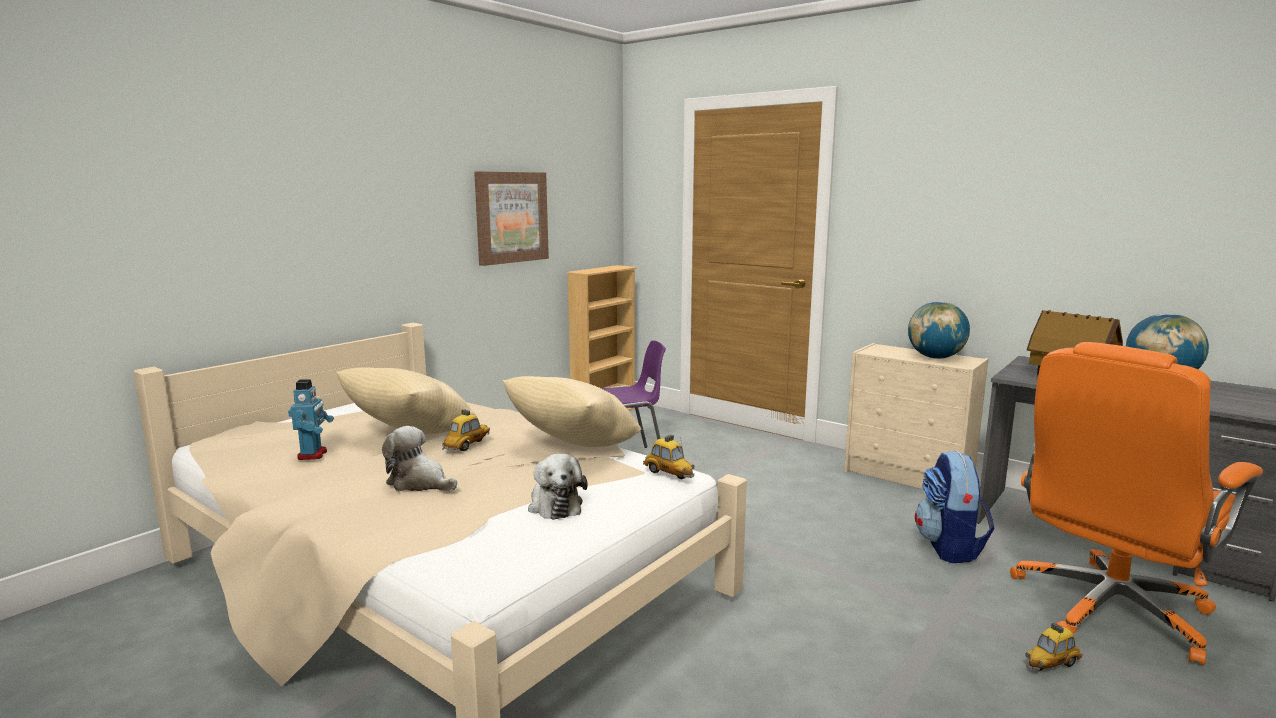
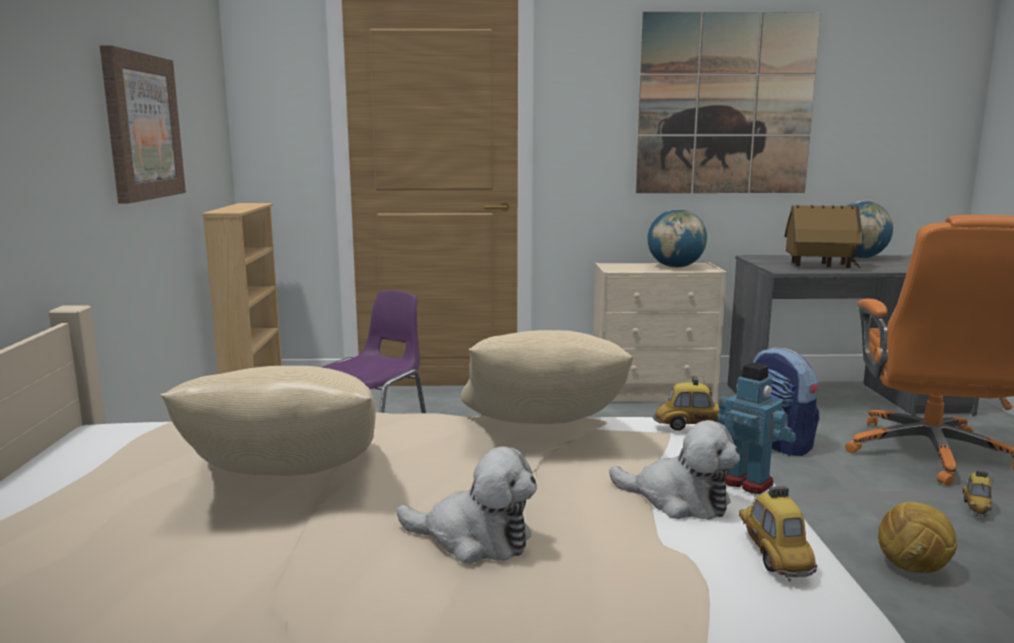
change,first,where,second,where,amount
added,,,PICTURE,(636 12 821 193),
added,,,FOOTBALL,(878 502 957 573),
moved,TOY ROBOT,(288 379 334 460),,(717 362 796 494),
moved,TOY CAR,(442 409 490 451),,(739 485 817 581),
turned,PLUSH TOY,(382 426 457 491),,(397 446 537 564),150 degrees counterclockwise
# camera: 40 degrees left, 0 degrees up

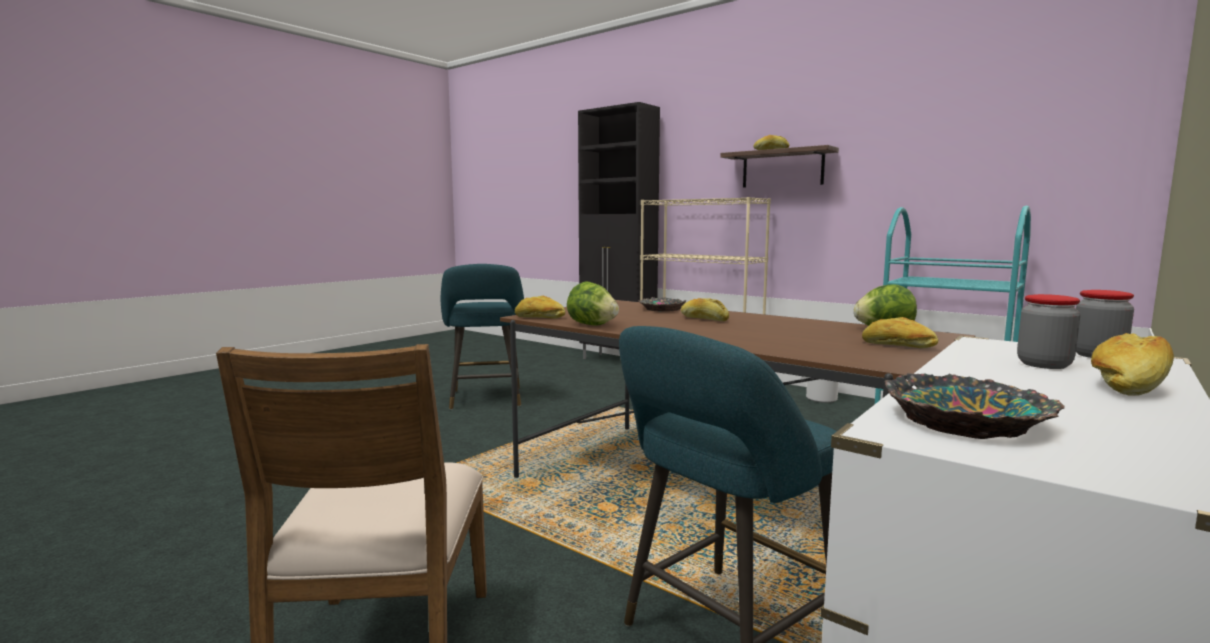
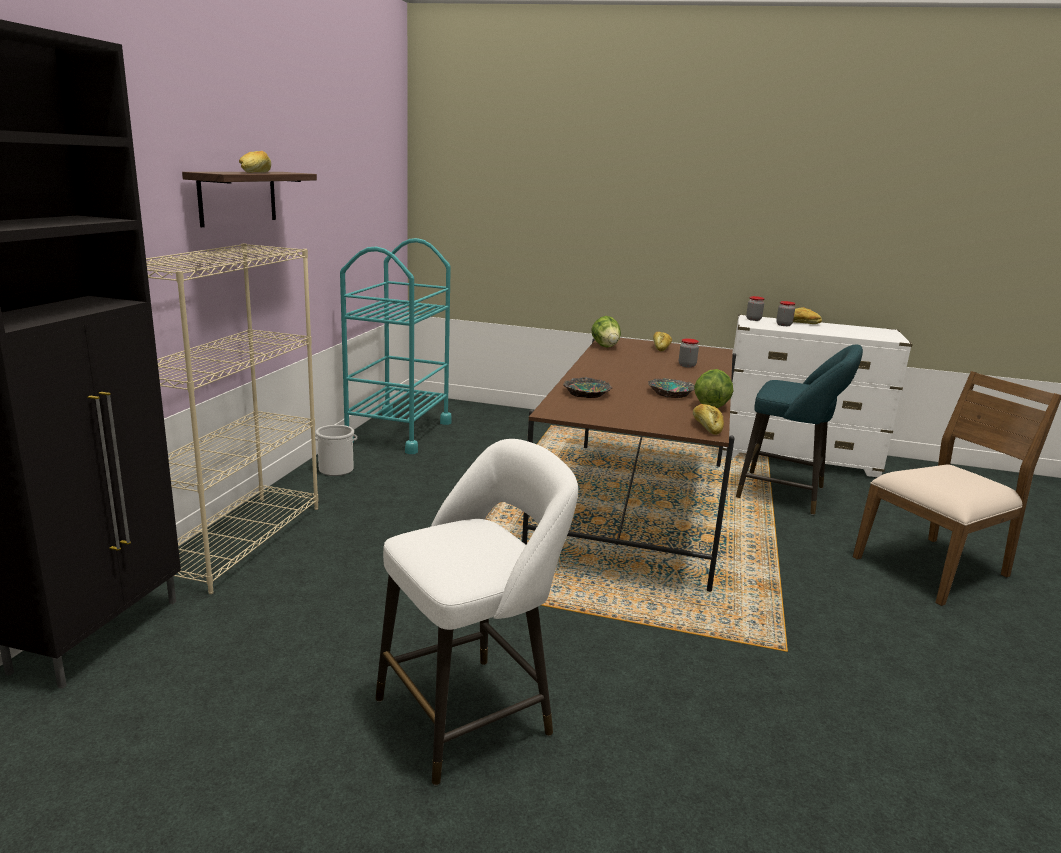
change,first,where,second,where,amount
removed,BREAD,(681 298 729 321),,,
added,,,JAR,(679 339 699 368),
moved,BOWL,(885 373 1065 439),,(648 378 695 398),
recoloured,TURQUOISE STOOL,(441 264 524 410),WHITE STOOL,(375 439 578 786),
# camera: 115 degrees left, 10 degrees up

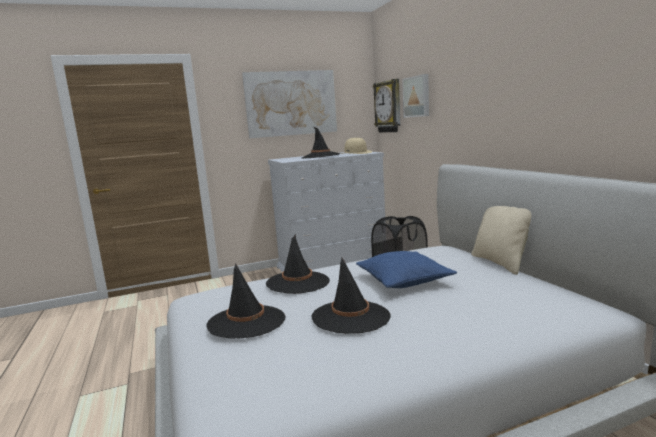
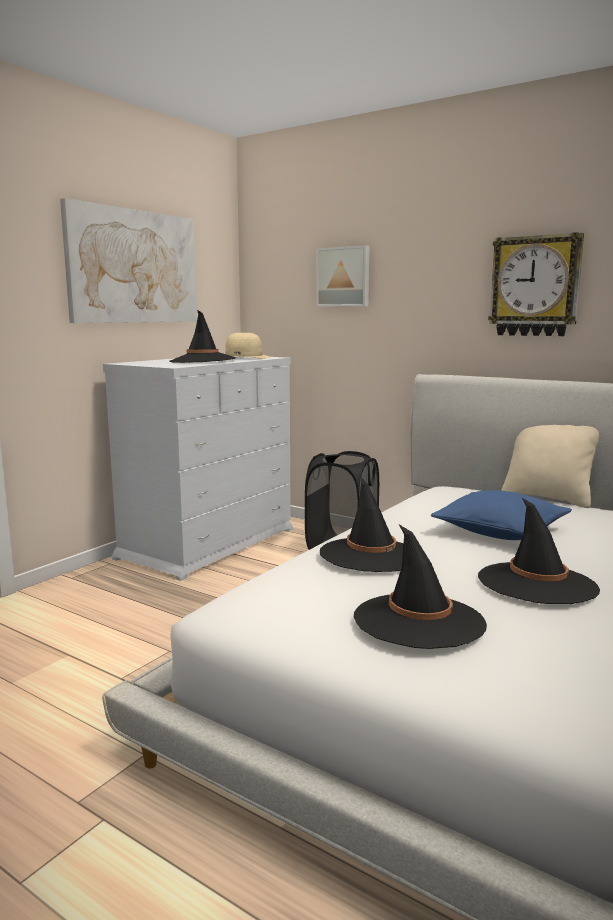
change,first,where,second,where,amount
moved,WALL CLOCK,(373 79 401 132),,(488 232 584 336),
# camera: 35 degrees left, 0 degrees up

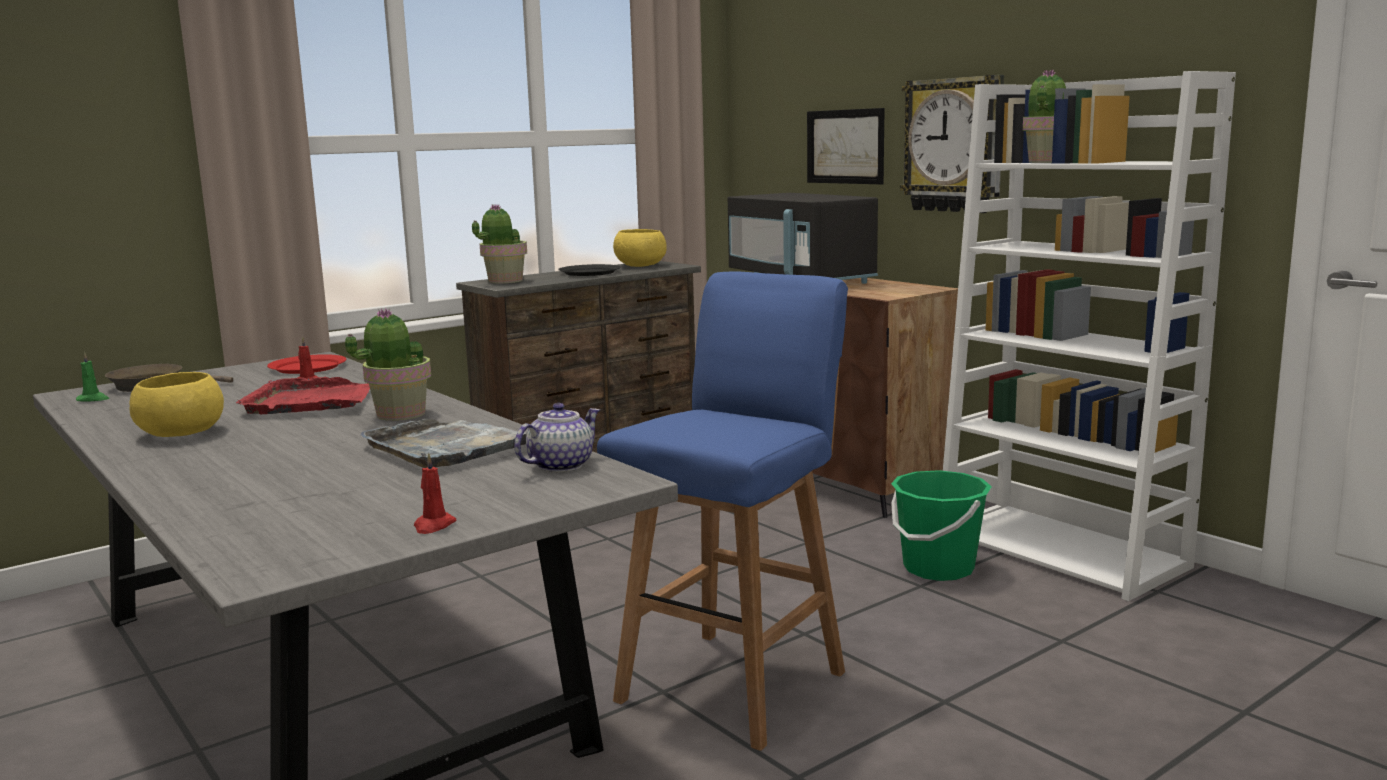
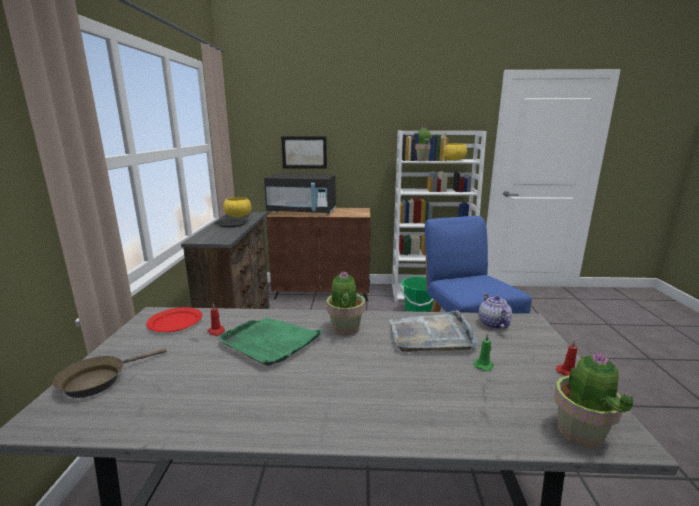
change,first,where,second,where,amount
removed,WALL CLOCK,(900 75 1004 213),,,
moved,GREEN CANDLE,(76 352 109 401),,(473 334 494 371),
moved,YELLOW BOWL,(130 372 224 437),,(443 143 467 161),
moved,POTTED PLANT,(472 204 527 284),,(554 352 633 448),
recoloured,RED TRAY,(236 377 370 414),GREEN TRAY,(218 317 325 366),
# camera: 50 degrees left, 5 degrees up

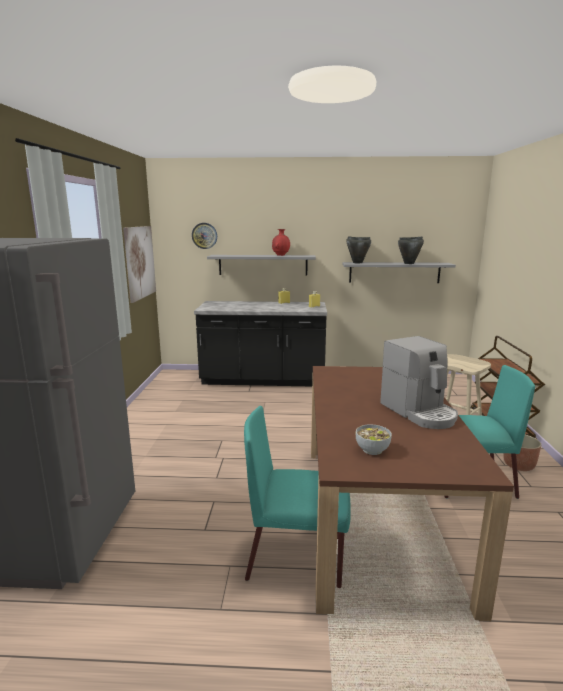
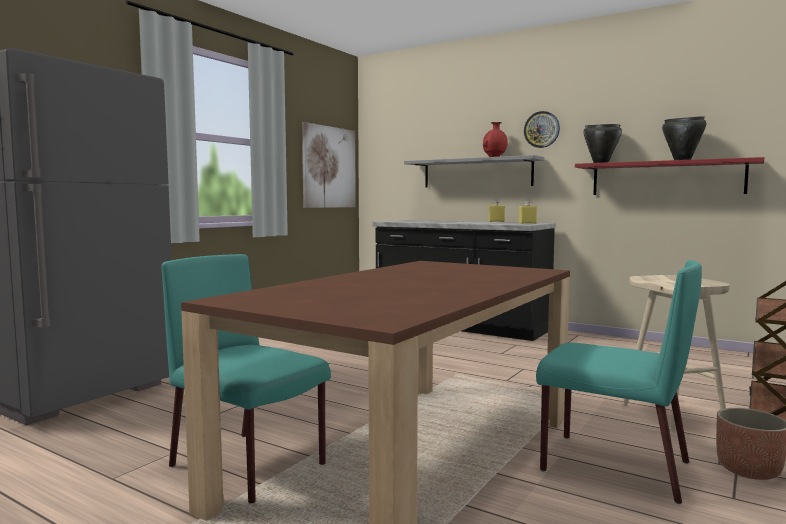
change,first,where,second,where,amount
removed,BOWL,(356 424 392 455),,,
removed,COFFEE MACHINE,(380 336 458 429),,,
moved,WALL CLOCK,(192 223 217 249),,(524 111 560 148),
recoloured,GREY SHELF,(342 262 456 283),RED SHELF,(575 157 764 195),
# camera: 30 degrees right, 10 degrees down

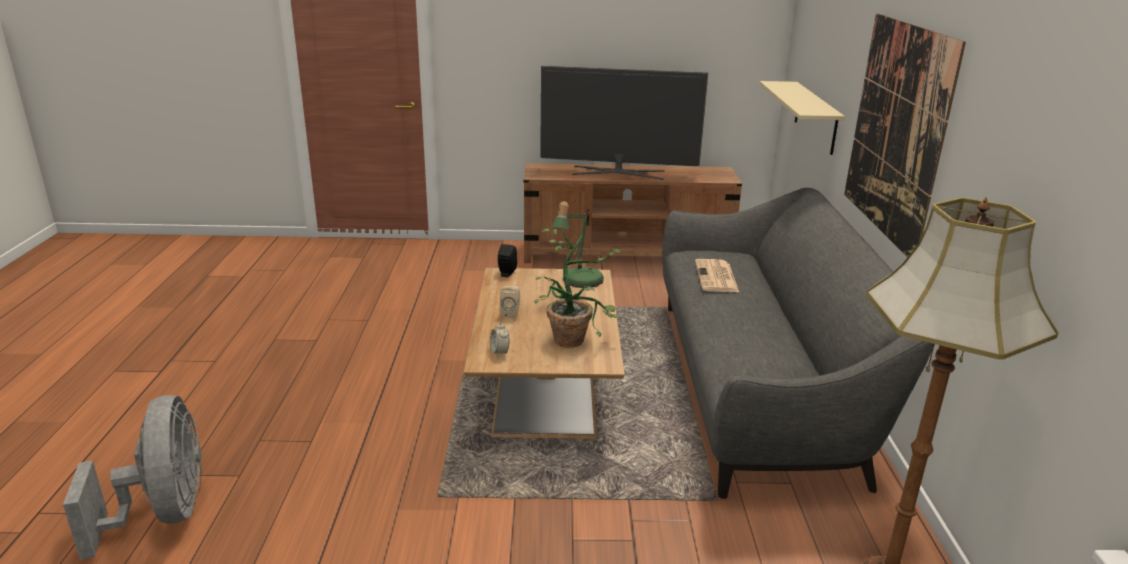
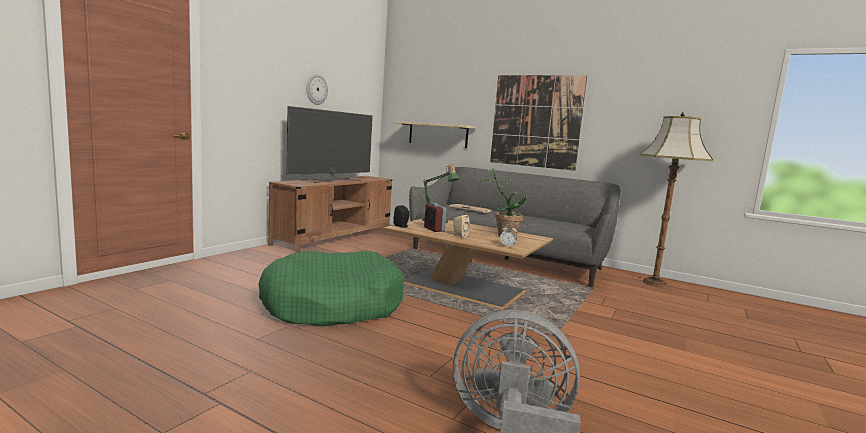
change,first,where,second,where,amount
added,,,GREEN DOG BED,(259 251 404 327),
added,,,WALL CLOCK,(307 74 328 105),
added,,,ALARM CLOCK,(424 203 446 232),
# camera: 60 degrees left, 15 degrees down

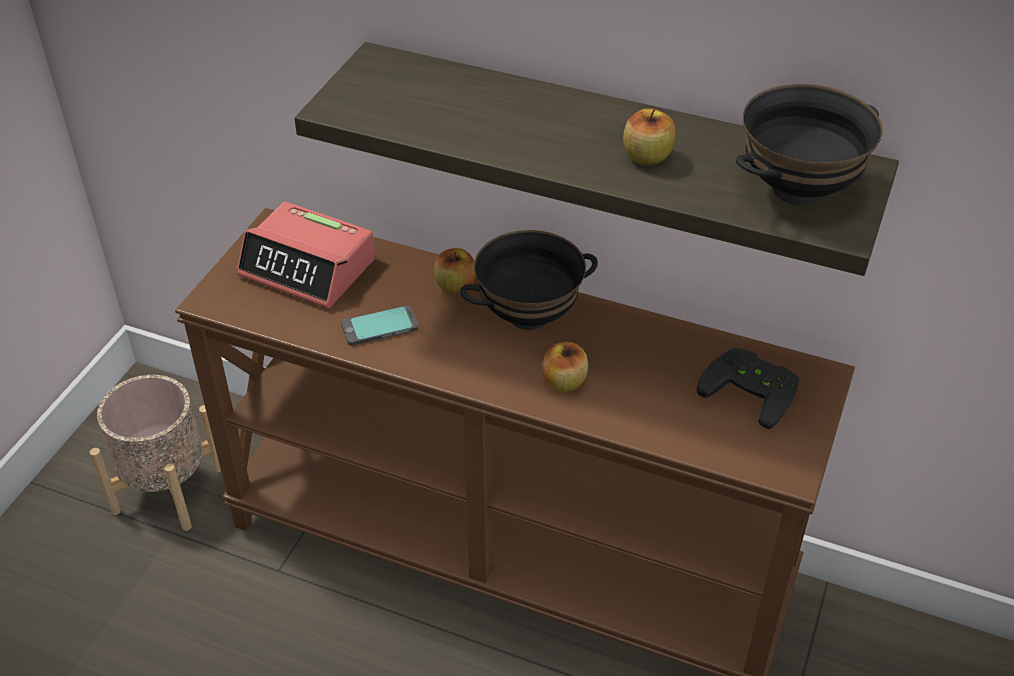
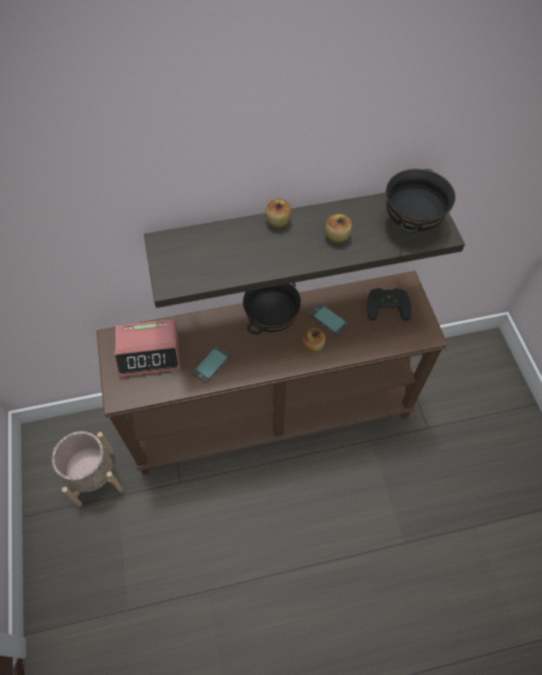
change,first,where,second,where,amount
added,,,PHONE,(310 303 348 335),
moved,APPLE,(434 248 476 294),,(265 199 292 228),
# camera: 35 degrees left, 15 degrees up

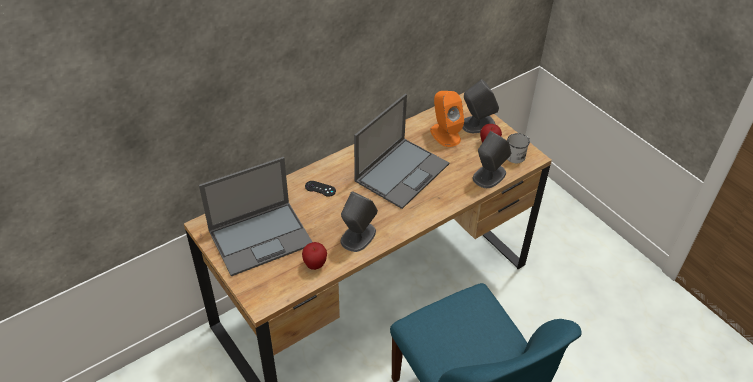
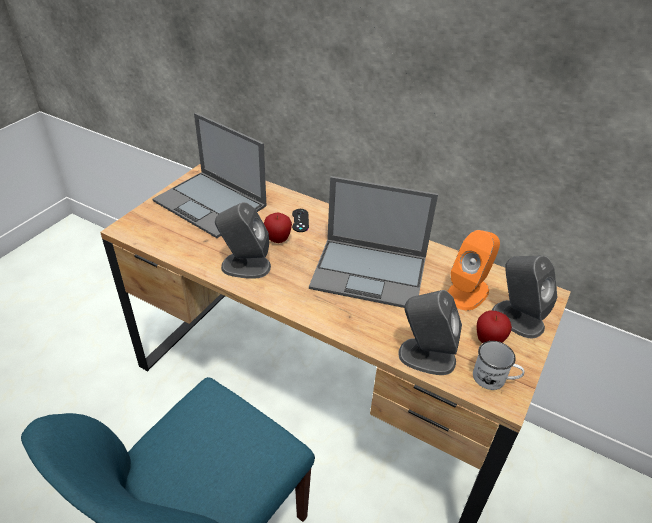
change,first,where,second,where,amount
moved,APPLE,(302 242 327 270),,(264 213 292 243),
# camera: 65 degrees right, 5 degrees down

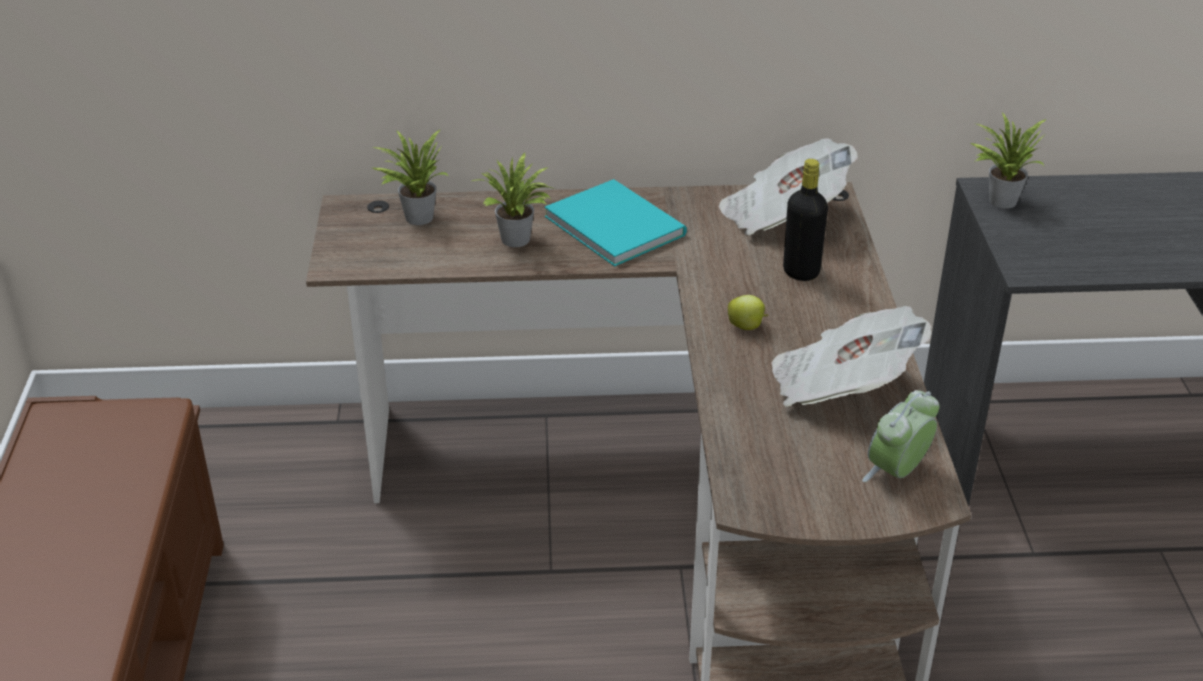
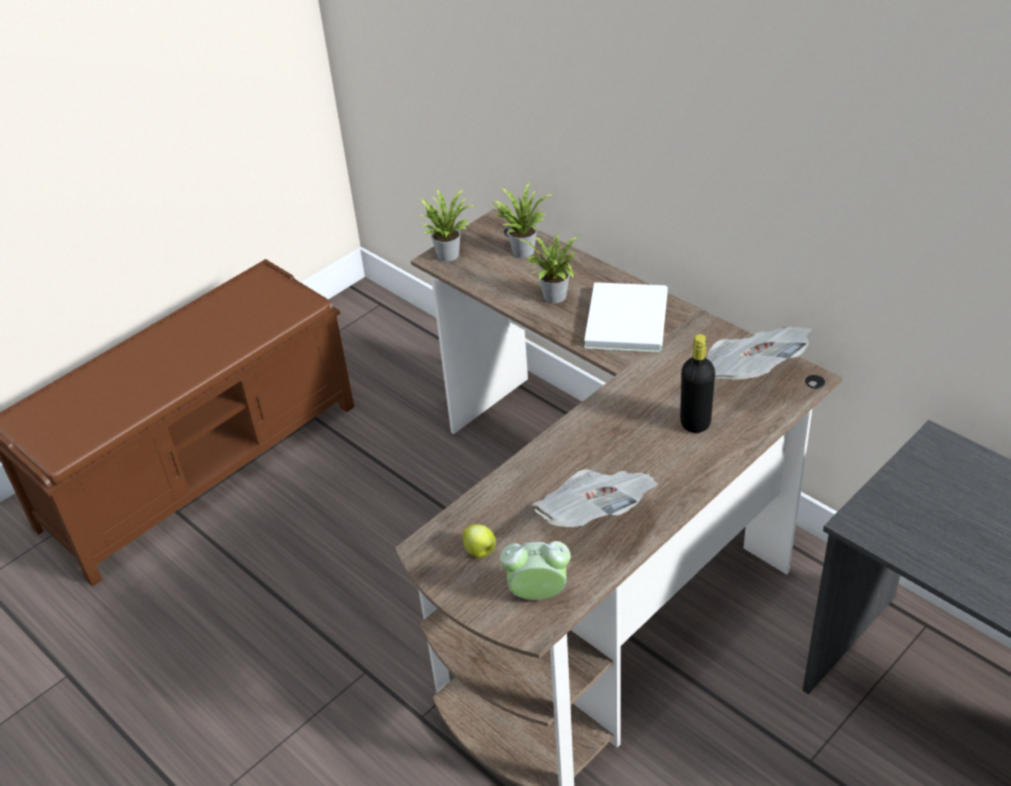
change,first,where,second,where,amount
moved,APPLE,(728 295 768 330),,(462 524 496 558),
moved,POTTED PLANT,(971 112 1046 209),,(417 189 476 262),
recoloured,TURQUOISE BOOK,(545 179 687 267),WHITE BOOK,(584 282 668 352),
# camera: 50 degrees right, 5 degrees up

